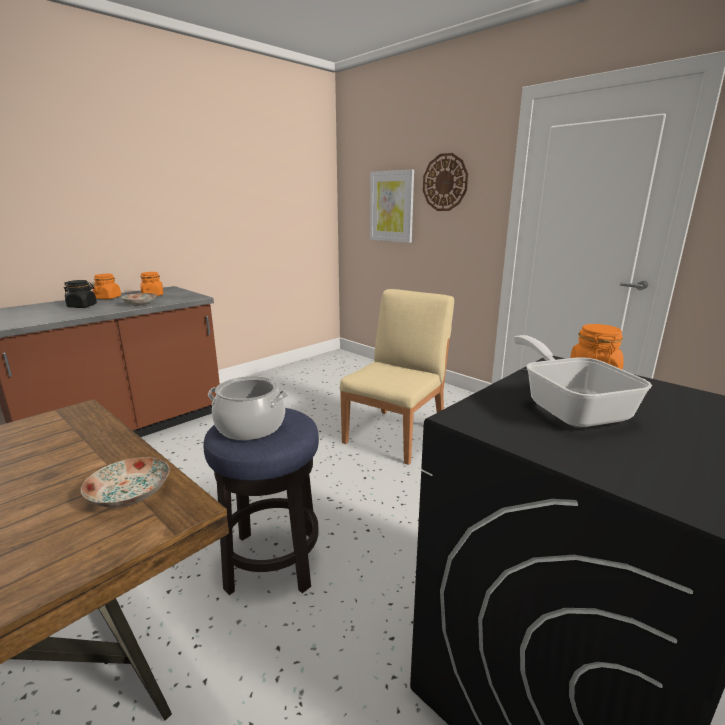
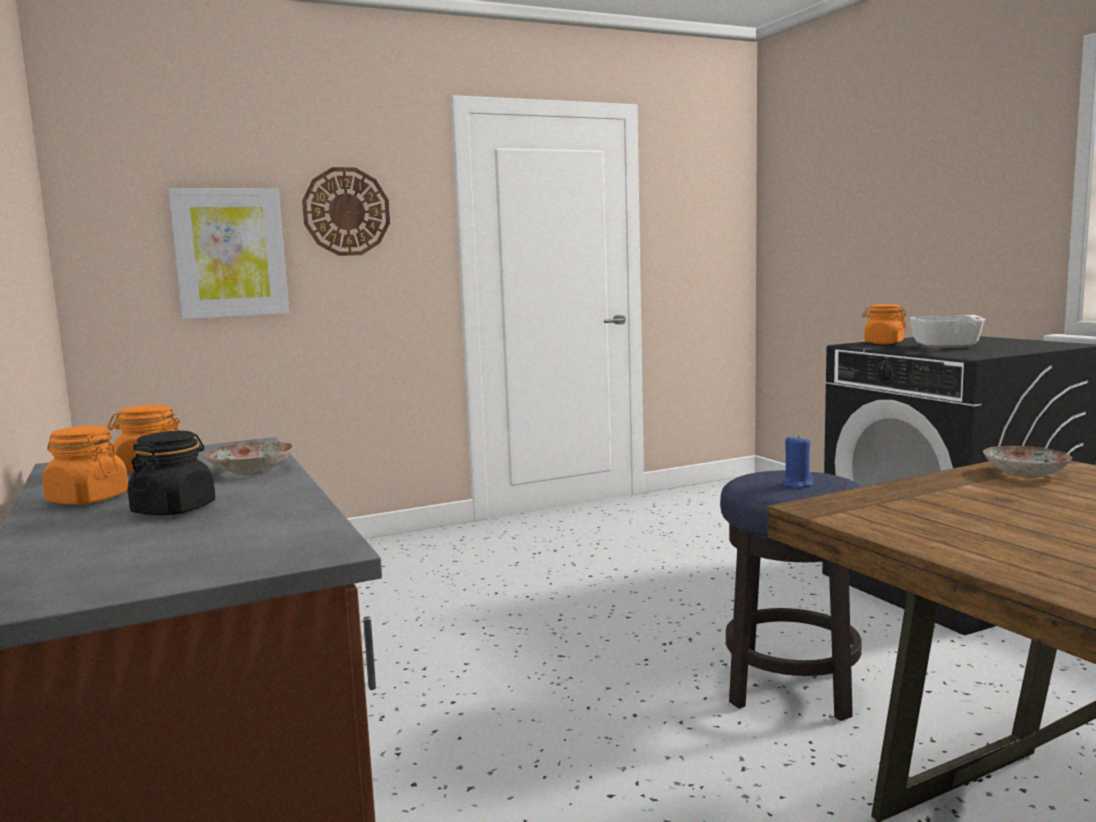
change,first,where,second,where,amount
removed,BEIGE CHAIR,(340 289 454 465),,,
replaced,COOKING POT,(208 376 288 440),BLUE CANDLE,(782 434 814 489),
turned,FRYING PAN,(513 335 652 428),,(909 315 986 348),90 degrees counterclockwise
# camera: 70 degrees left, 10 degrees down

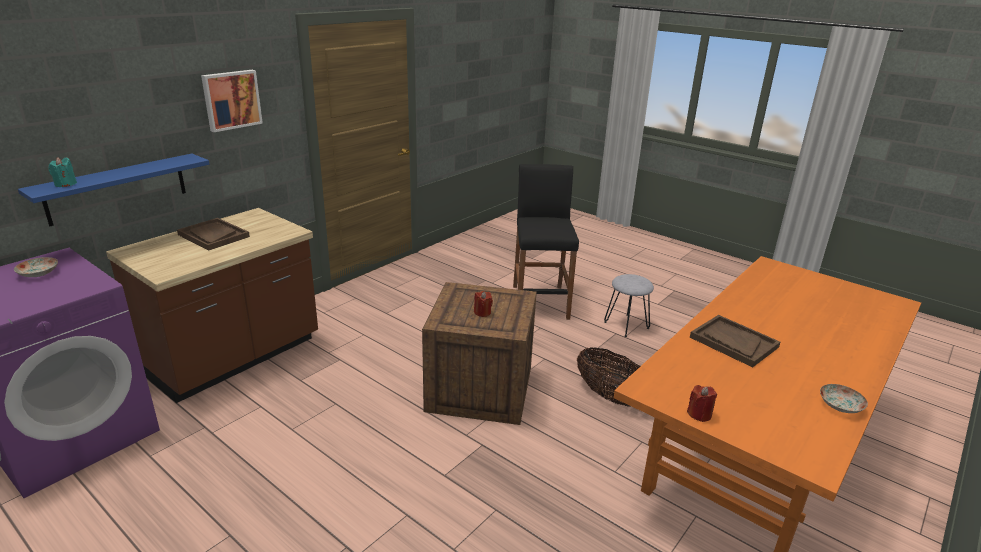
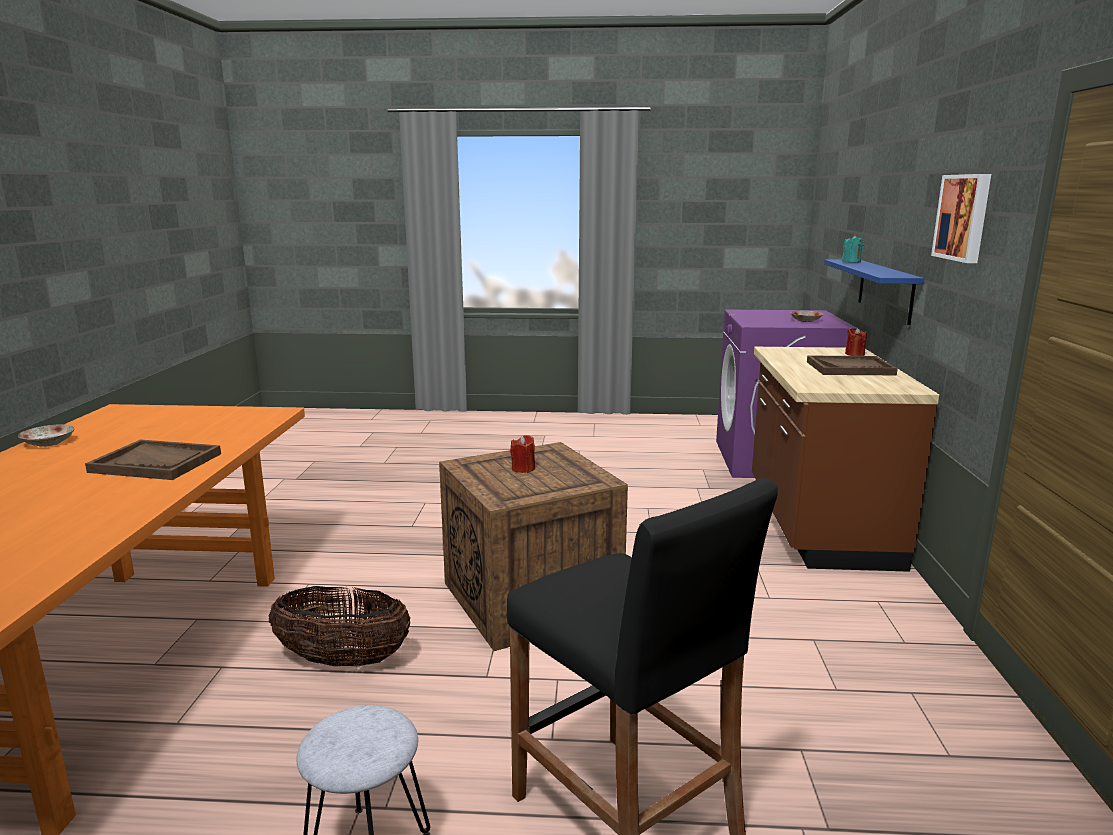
change,first,where,second,where,amount
moved,RED CANDLE,(687 385 717 422),,(845 327 867 356),
# camera: 145 degrees right, 10 degrees down

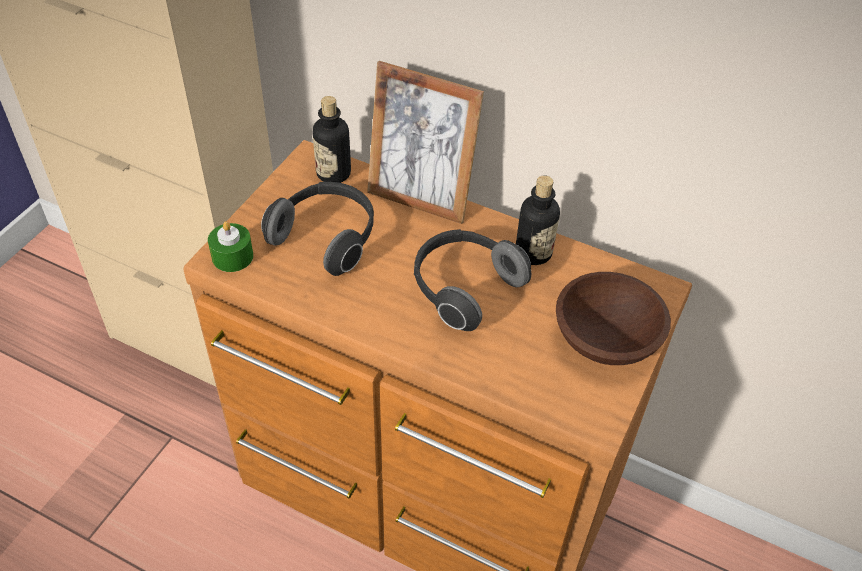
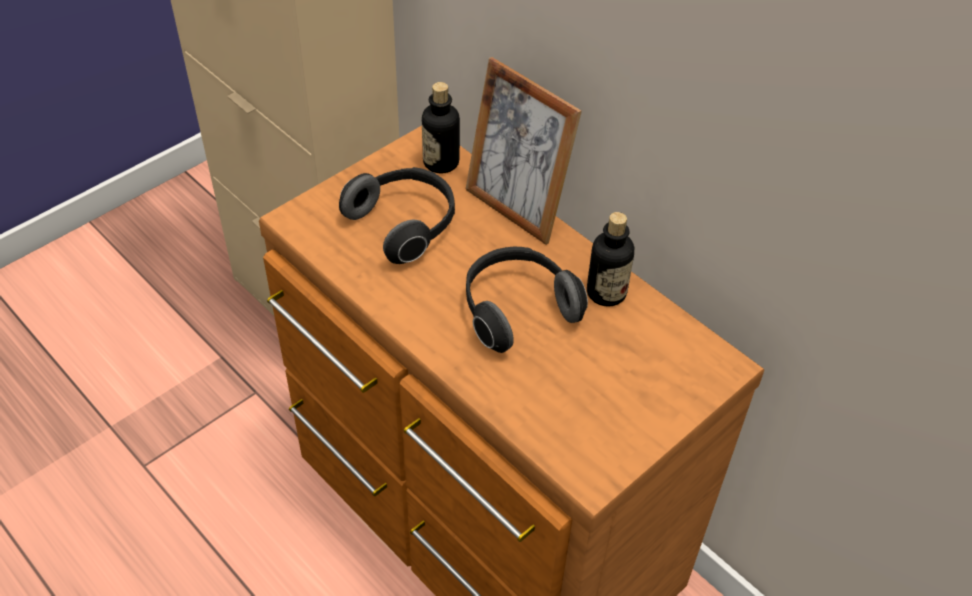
change,first,where,second,where,amount
removed,GREEN CANDLE,(208 221 253 272),,,
removed,BROWN BOWL,(556 272 671 365),,,
# camera: 20 degrees right, 0 degrees up

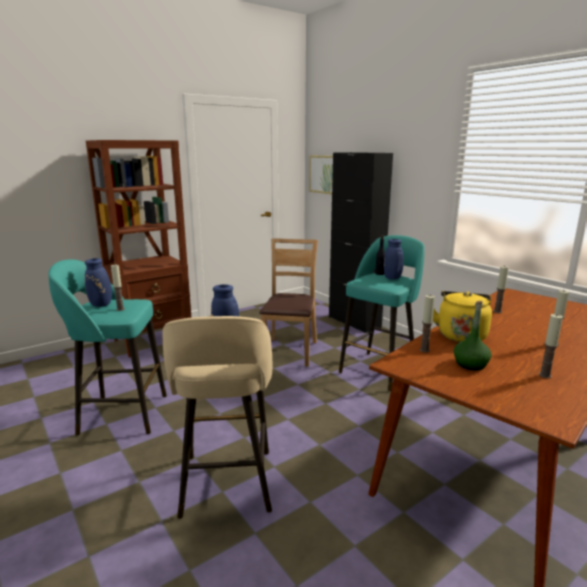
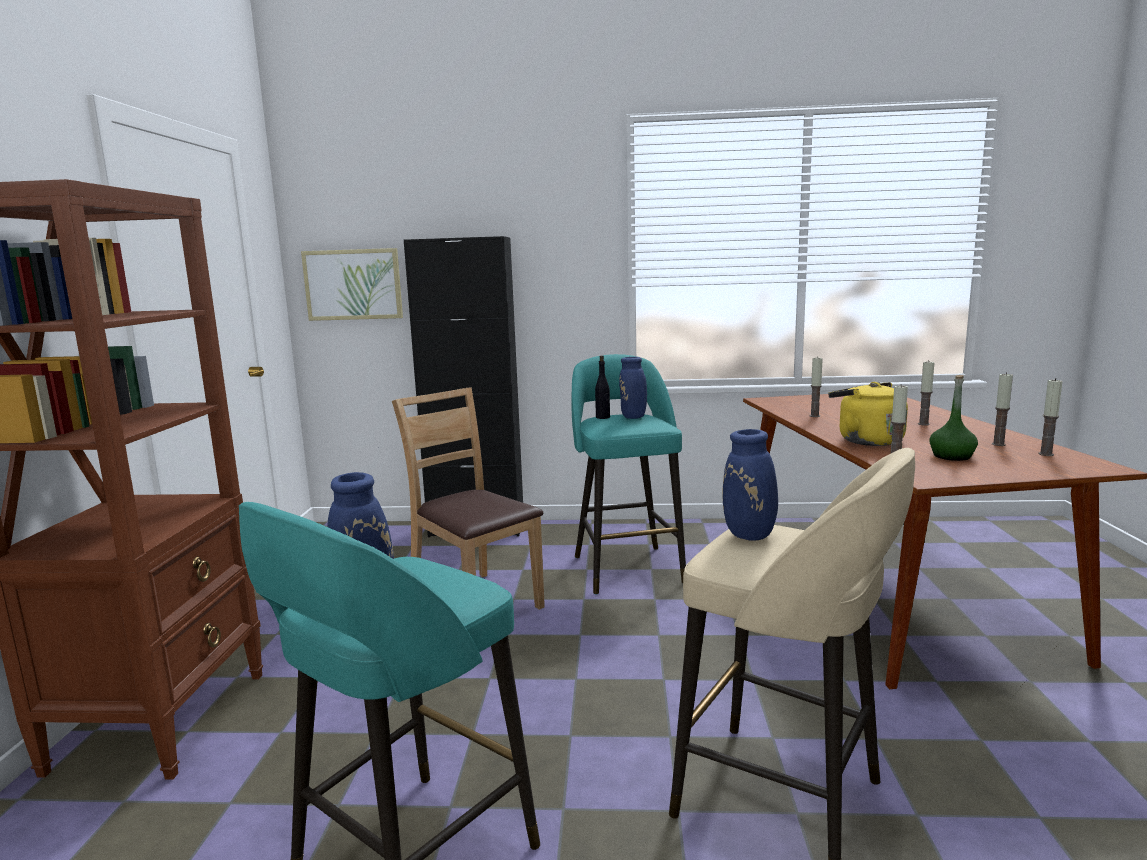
change,first,where,second,where,amount
moved,CANDLE,(111 264 125 311),,(1038 378 1063 456),
# camera: 50 degrees left, 5 degrees down

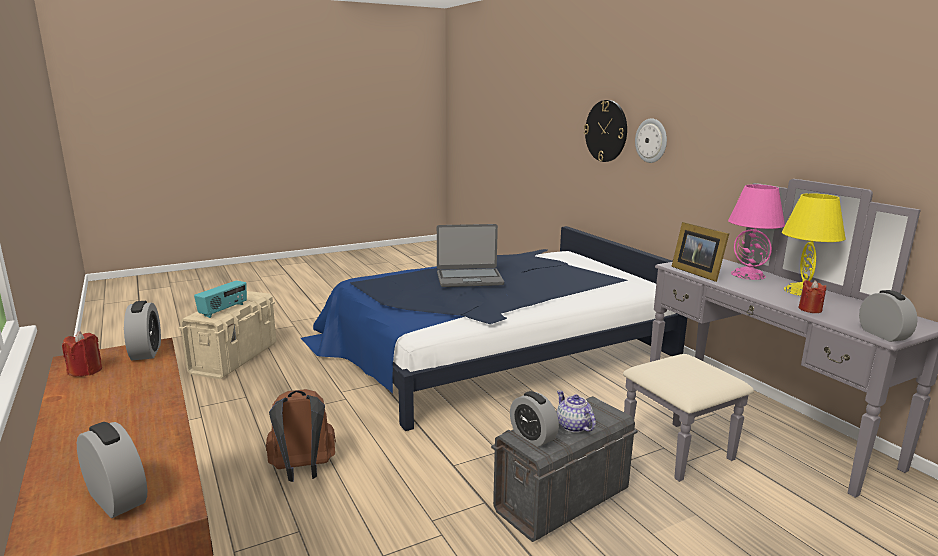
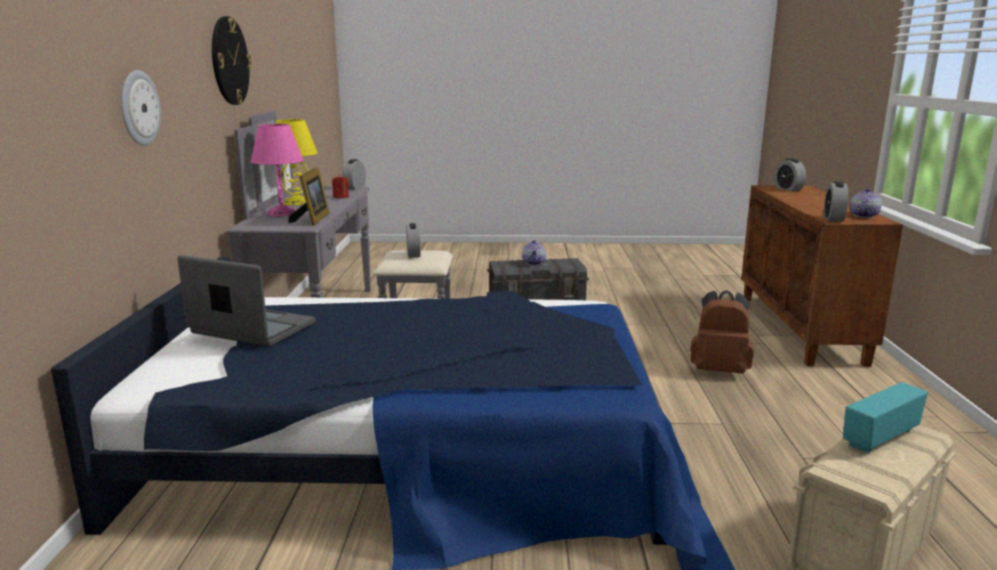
change,first,where,second,where,amount
moved,LAPTOP,(437 224 504 287),,(177 255 316 347),
moved,ALARM CLOCK,(510 391 559 447),,(406 223 420 258),
moved,WALL CLOCK,(584 100 627 162),,(212 16 252 105),
replaced,RED CANDLE,(62 331 102 377),TEAPOT,(849 188 882 218),
# camera: 150 degrees left, 0 degrees up

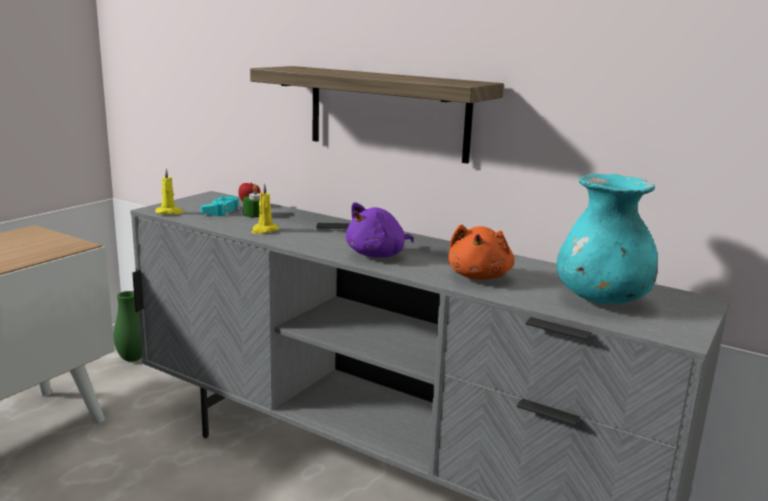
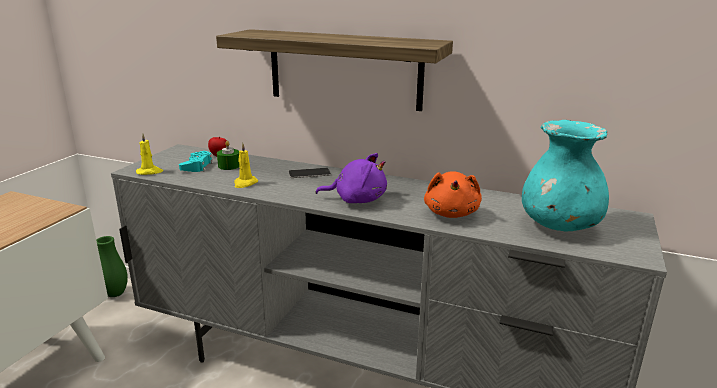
change,first,where,second,where,amount
turned,PURPLE PLUSH TOY,(346 202 414 257),,(315 153 387 203),120 degrees counterclockwise
# camera: 10 degrees left, 5 degrees up

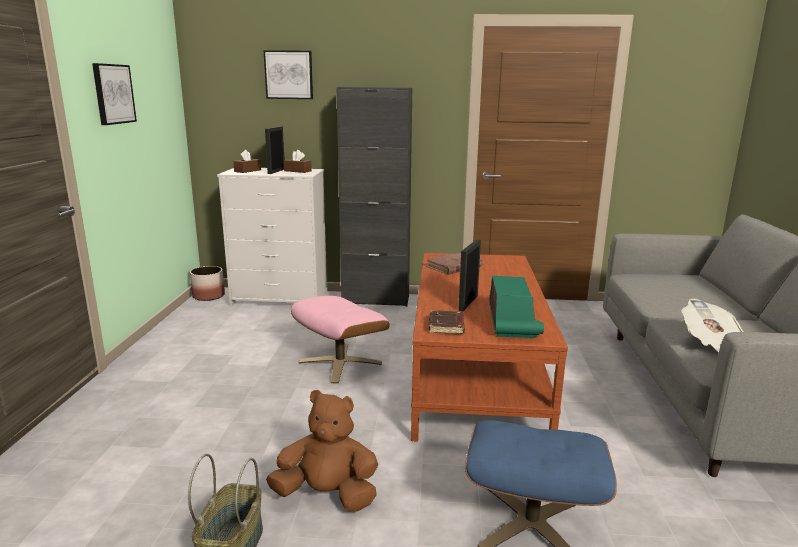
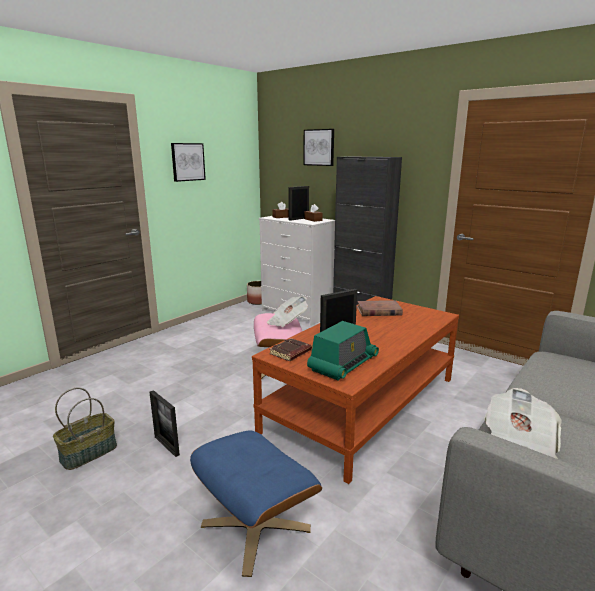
change,first,where,second,where,amount
added,,,NEWSPAPER,(267 296 308 327),
replaced,BROWN PLUSH TOY,(266 390 378 512),PICTURE FRAME,(150 390 180 457),
# camera: 35 degrees right, 0 degrees up

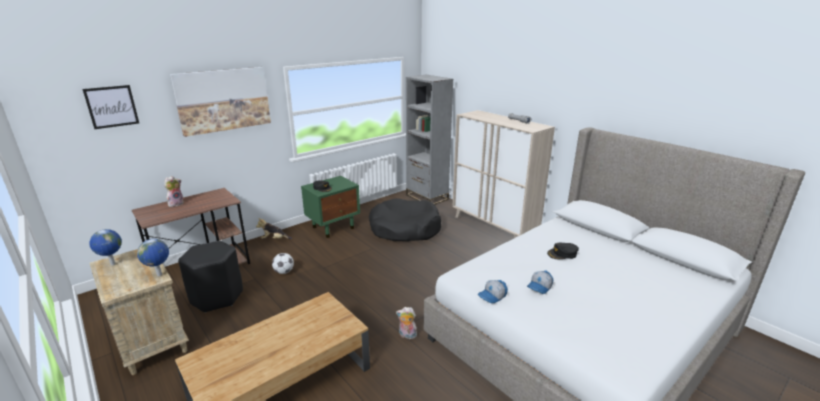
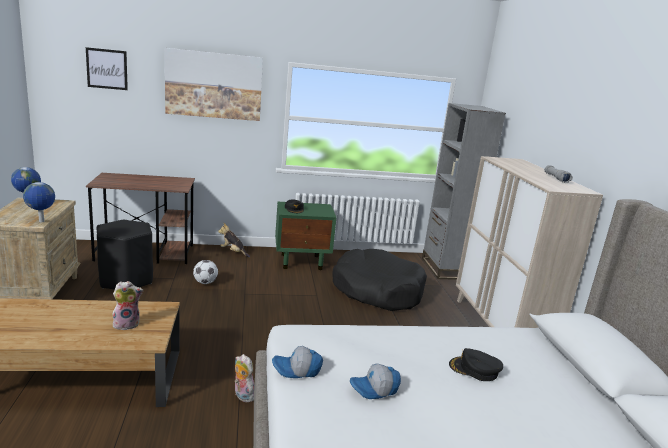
change,first,where,second,where,amount
moved,PLUSH TOY,(164 176 184 207),,(112 281 143 330),
# camera: 30 degrees right, 5 degrees down

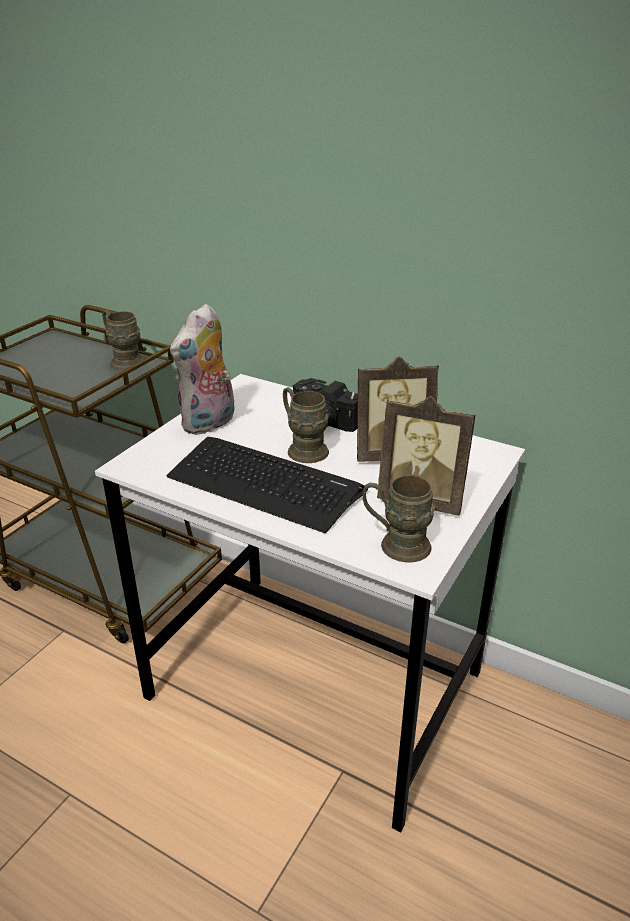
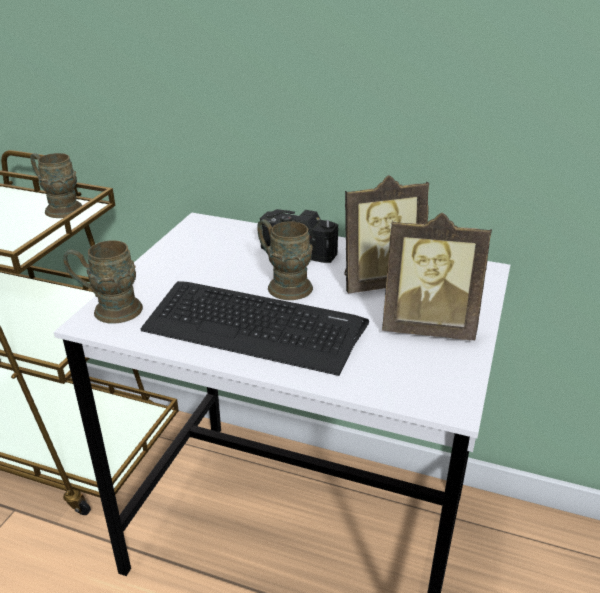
change,first,where,second,where,amount
removed,PLUSH TOY,(170 304 235 435),,,
moved,BROWN MUG,(363 475 435 563),,(63 240 143 324),
# camera: 10 degrees left, 0 degrees up

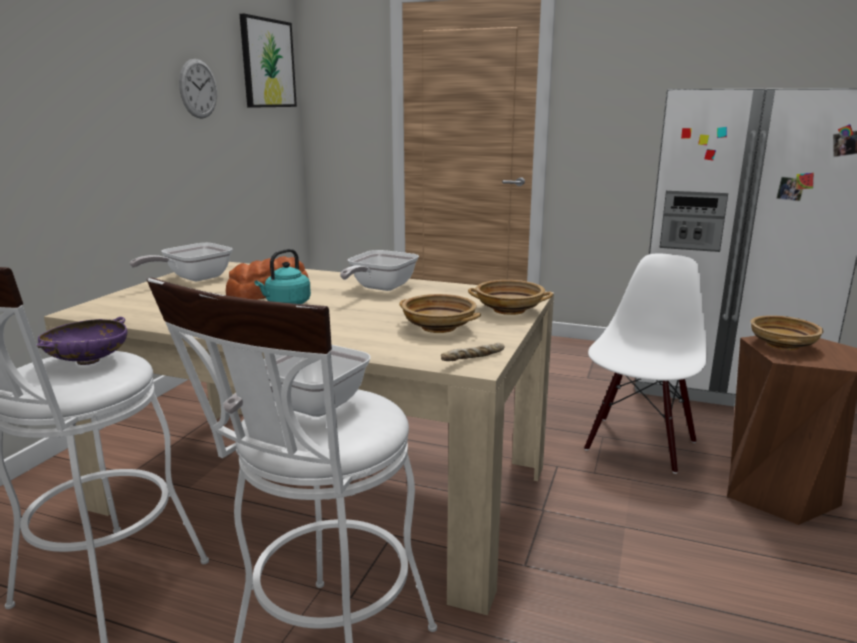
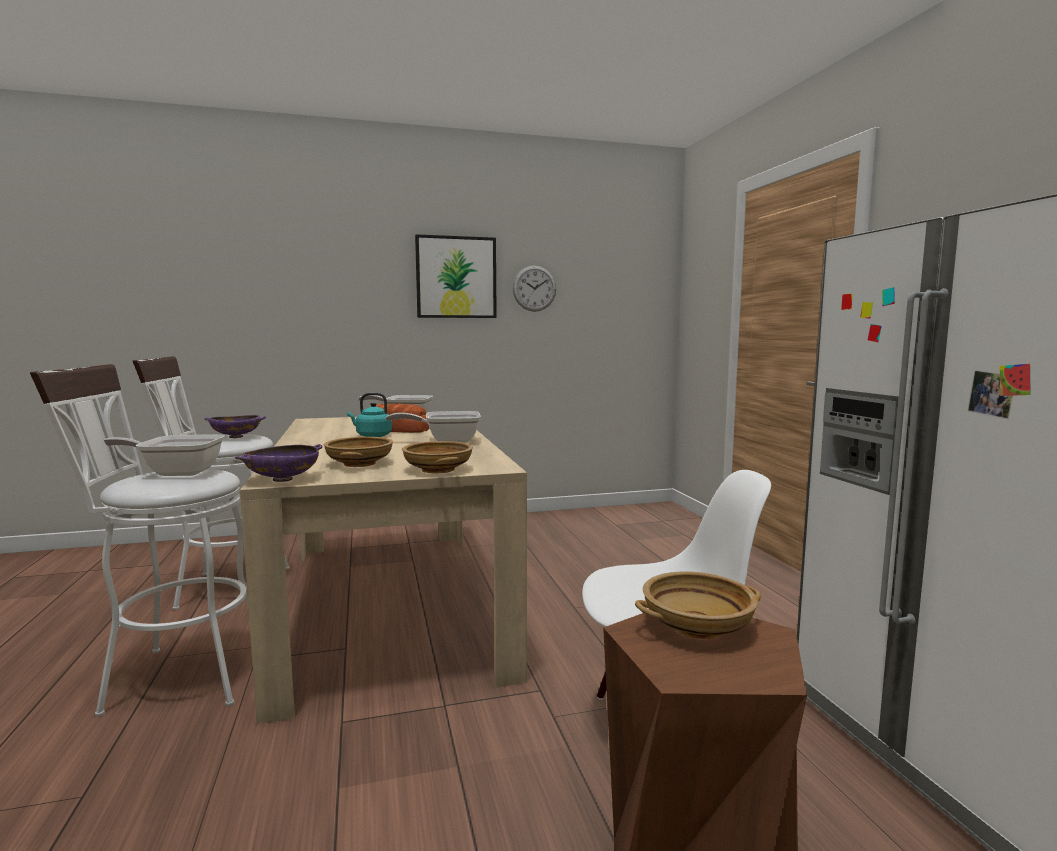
change,first,where,second,where,amount
moved,PICTURE,(240 14 297 108),,(415 234 497 318),
replaced,BREAD,(441 343 505 361),PURPLE BOWL,(235 444 322 482),
# camera: 55 degrees right, 10 degrees down

